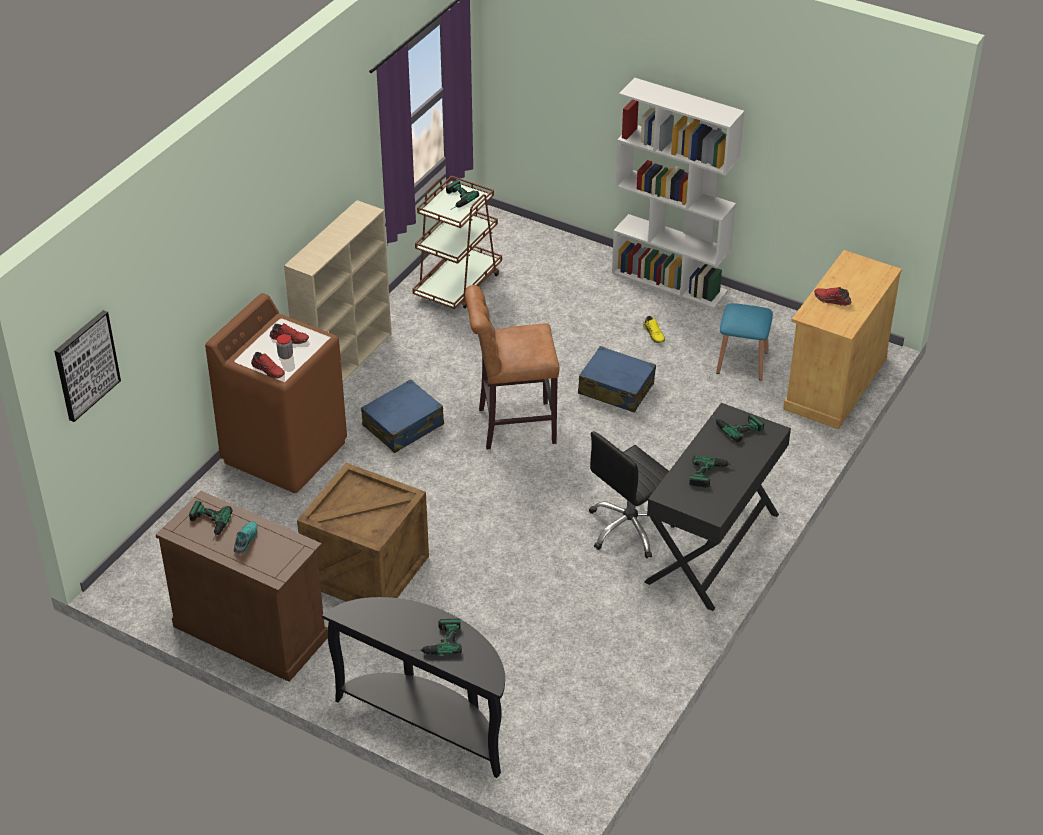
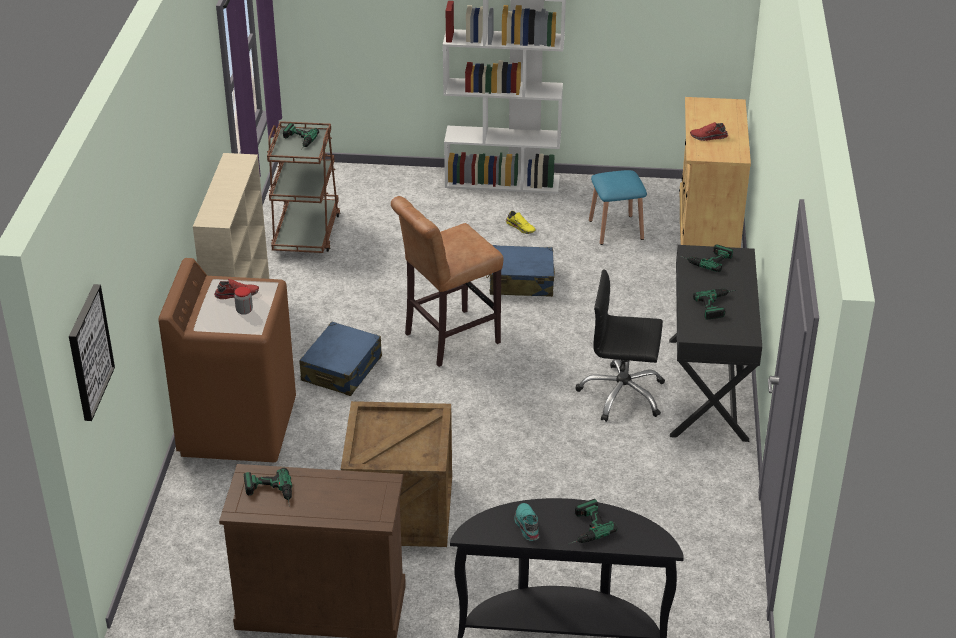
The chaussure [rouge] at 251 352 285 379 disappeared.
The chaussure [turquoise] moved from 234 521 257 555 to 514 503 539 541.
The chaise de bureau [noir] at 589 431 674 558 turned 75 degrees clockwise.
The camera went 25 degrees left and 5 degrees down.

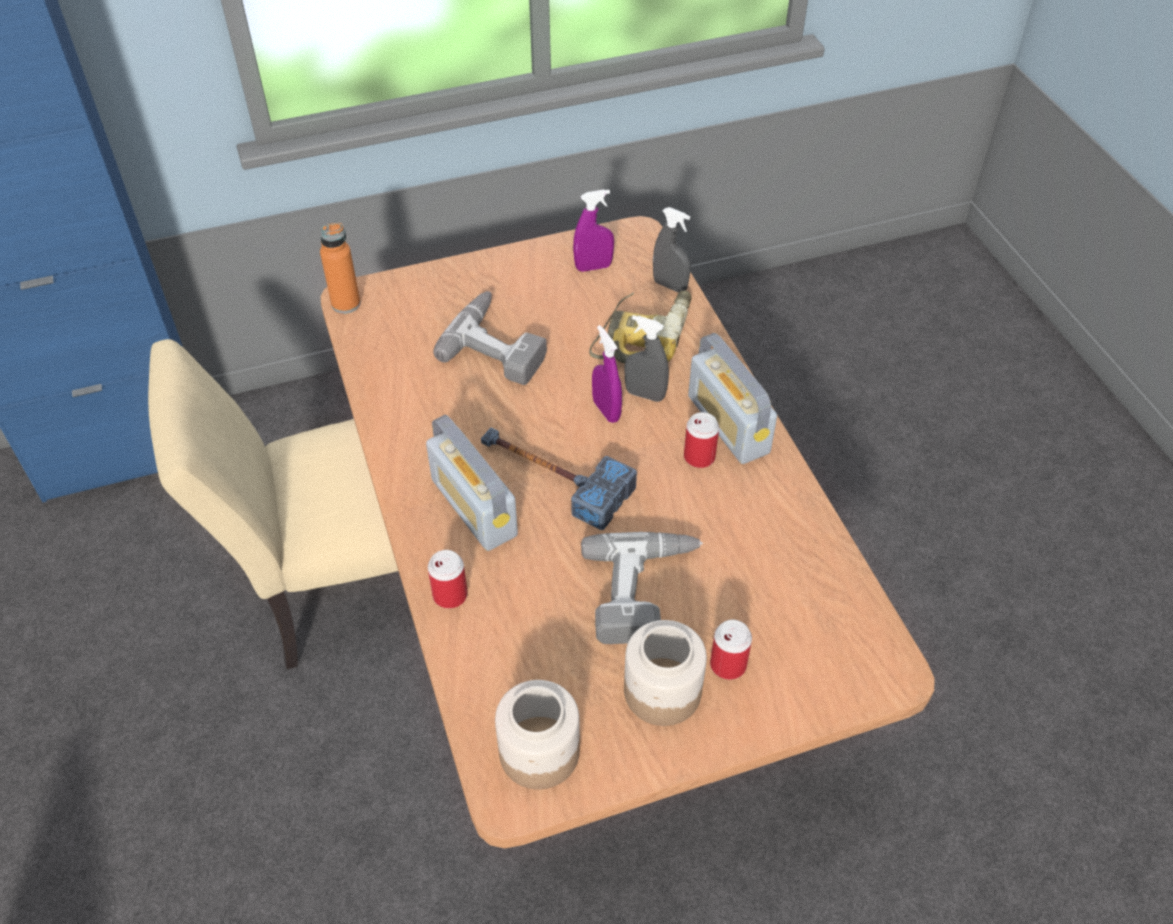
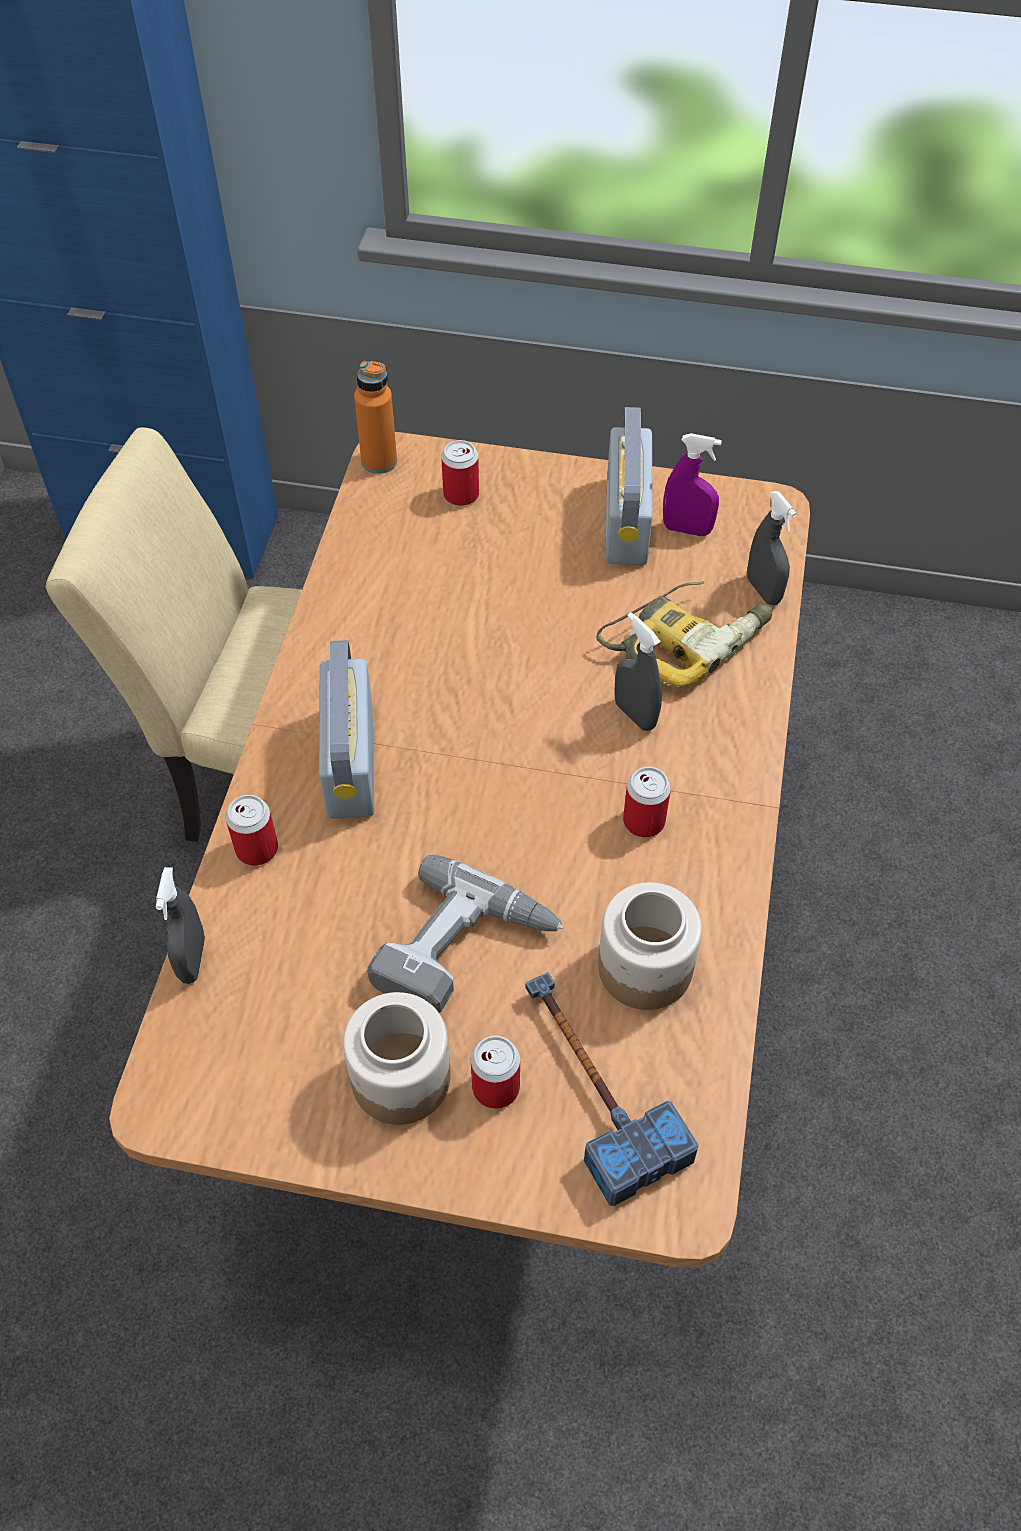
The perceuse at 433 291 547 385 disappeared.
The vaporisateur [violet] at 592 325 622 423 disappeared.
The vaporisateur [gris] at 156 867 205 984 appeared.
The boîte métallique at 441 440 479 506 appeared.
The marteau moved from 481 427 637 530 to 526 972 699 1206.
The bocal moved from 495 680 580 790 to 598 882 702 1010.
The radio moved from 688 333 777 464 to 605 407 653 565.
The camera went 30 degrees right and 5 degrees up.

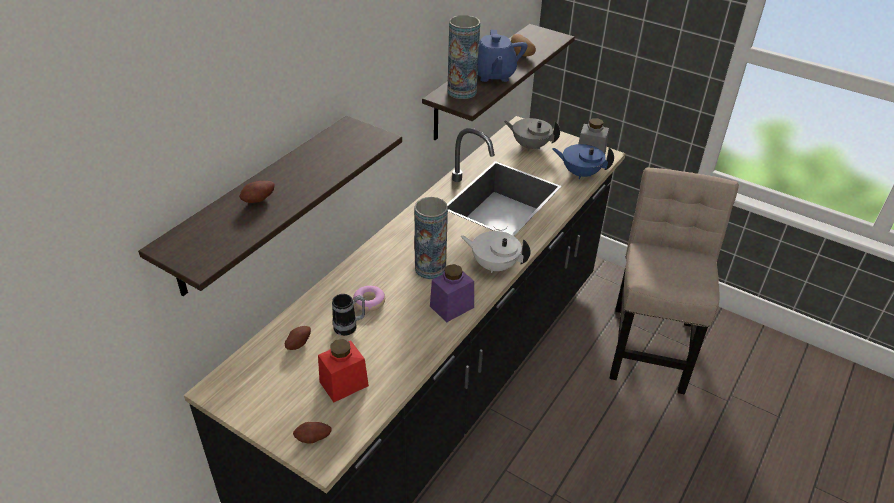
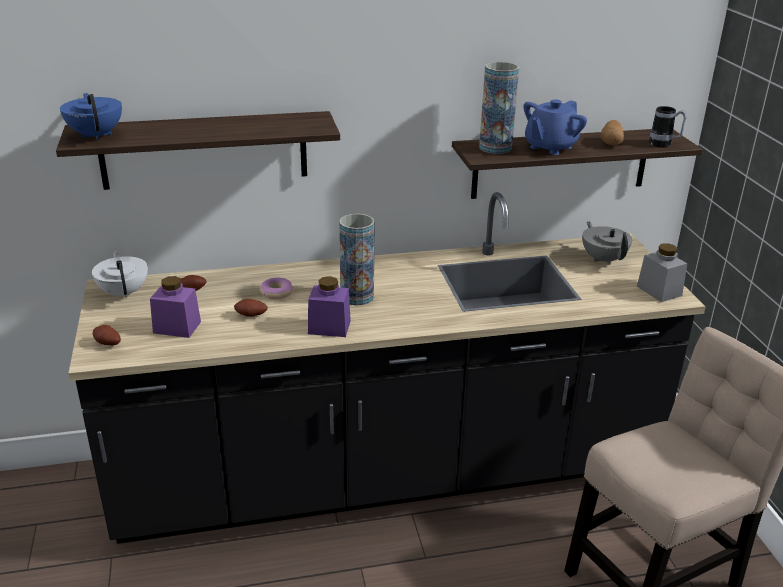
The pomme de terre moved from 239 181 274 203 to 234 299 268 317.
The mug moved from 332 294 365 336 to 649 106 687 148.
The théière [blanc] moved from 461 231 531 273 to 92 251 148 299.
The théière [bleu] moved from 552 144 614 179 to 60 93 122 140.
The bocal [rouge] at 318 339 369 403 became the bocal [violet] at 150 276 201 338.
The camera went 45 degrees right and 10 degrees down.

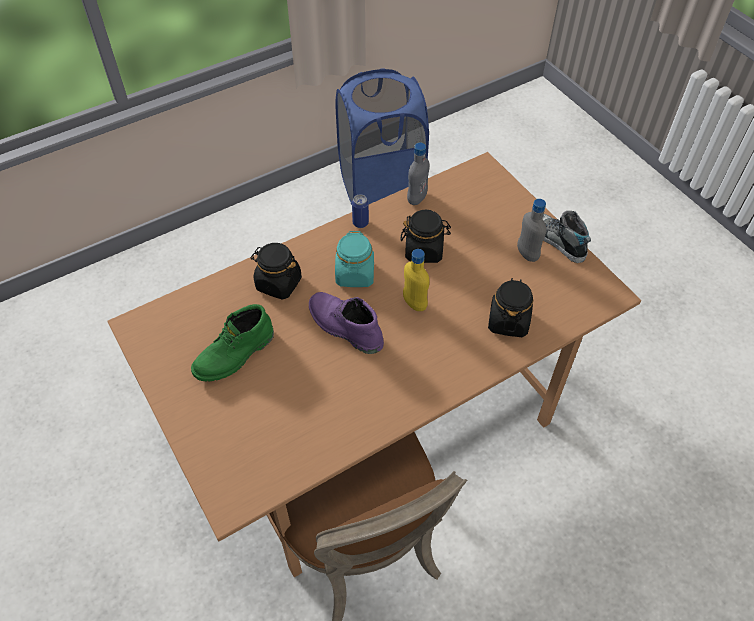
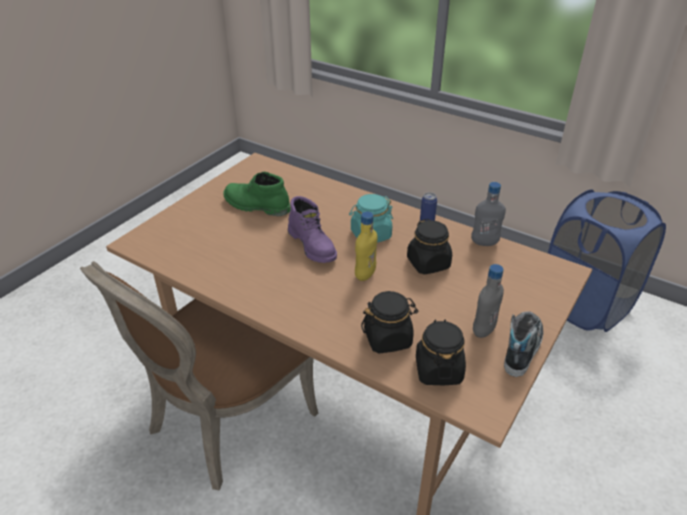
The bocal [noir] moved from 250 243 302 300 to 416 320 466 385.
The botte [violet] at 309 292 384 354 turned 135 degrees clockwise.
The camera went 65 degrees right and 15 degrees down.

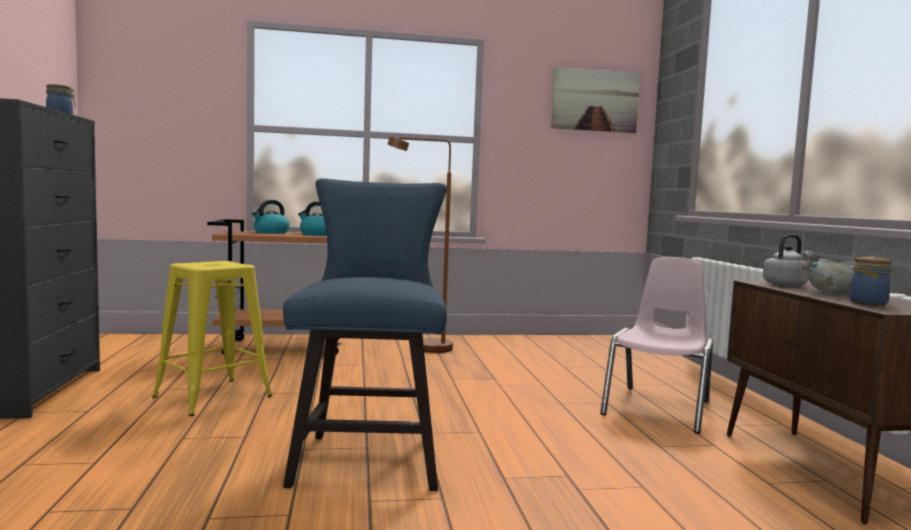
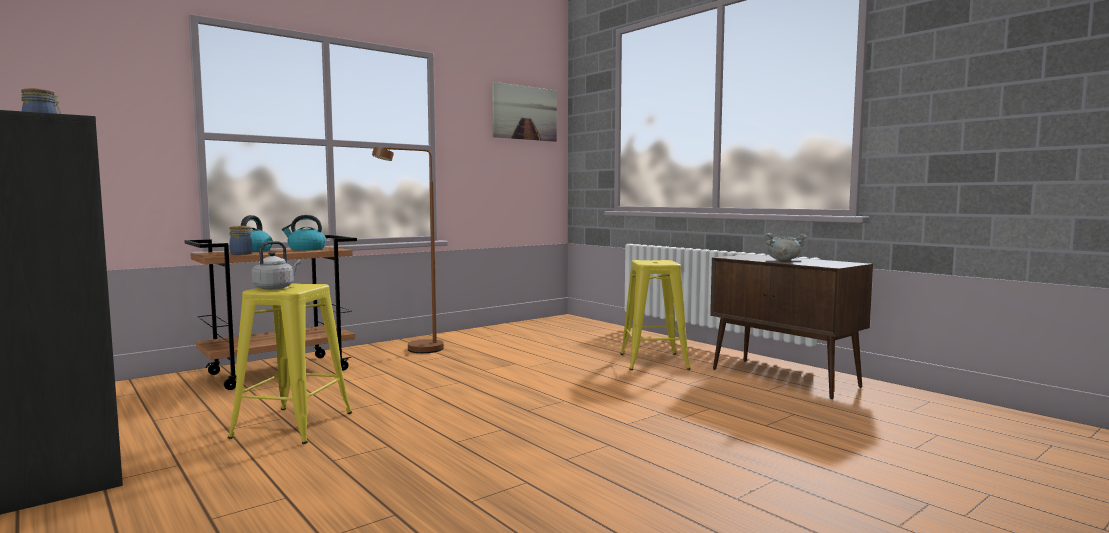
The chaise [bleu] at 283 178 447 491 disappeared.
The bouilloire [gris] moved from 763 234 810 287 to 252 241 301 290.
The bocal moved from 849 257 892 306 to 229 226 252 255.
The chaise [rose] at 600 257 713 434 was replaced by the tabouret [jaune] at 620 260 690 370.
The camera went 30 degrees left and 0 degrees up.

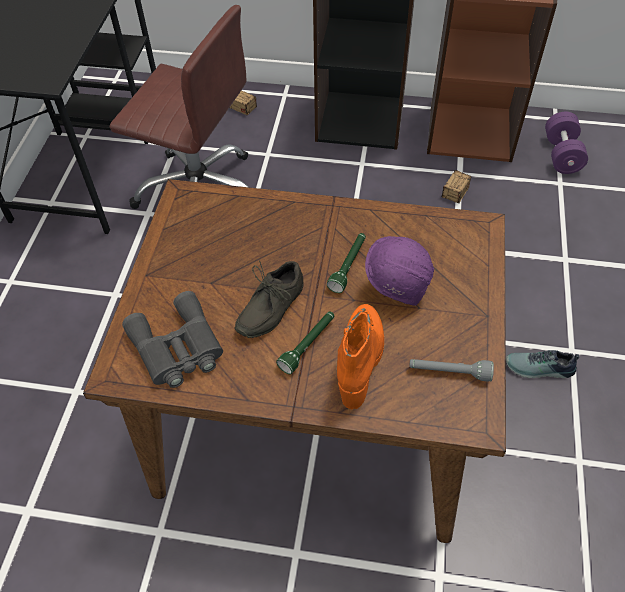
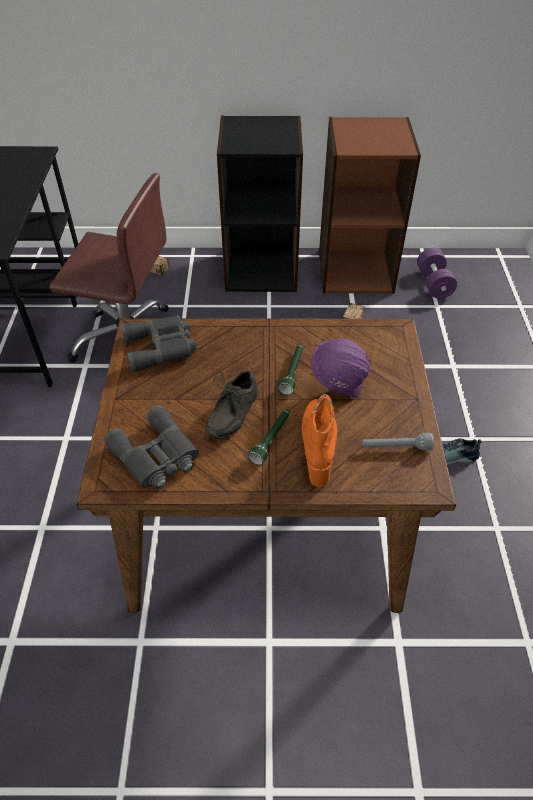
The jumelles [gris] at 120 315 196 372 appeared.
The camera went 10 degrees left and 5 degrees down.

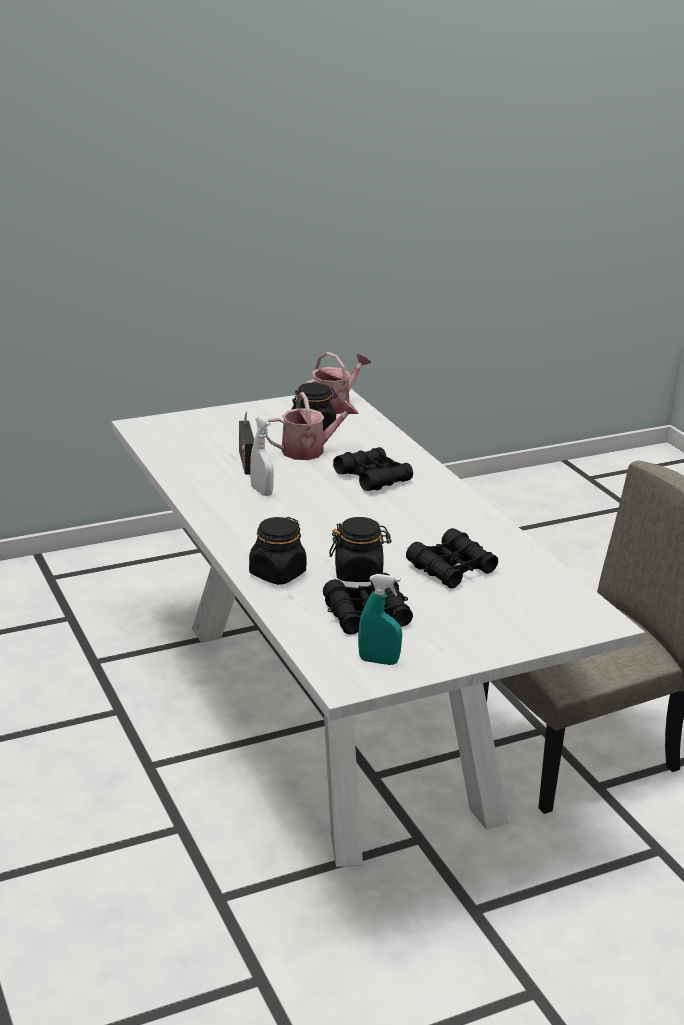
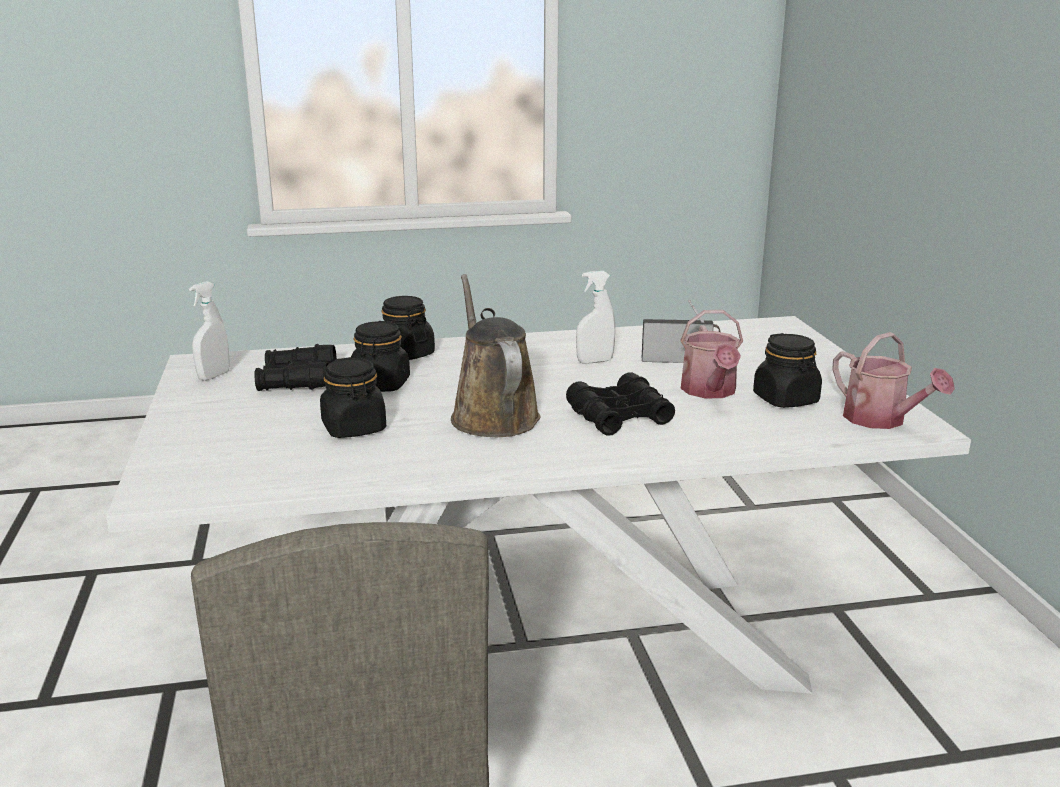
The arrosoir [marron] at 451 274 540 437 appeared.
The jumelles [noir] at 406 528 498 588 was replaced by the bocal [noir] at 320 357 386 438.
The vaporisateur [turquoise] at 358 574 402 665 became the vaporisateur [blanc] at 189 281 230 381.
The camera went 105 degrees right and 5 degrees down.

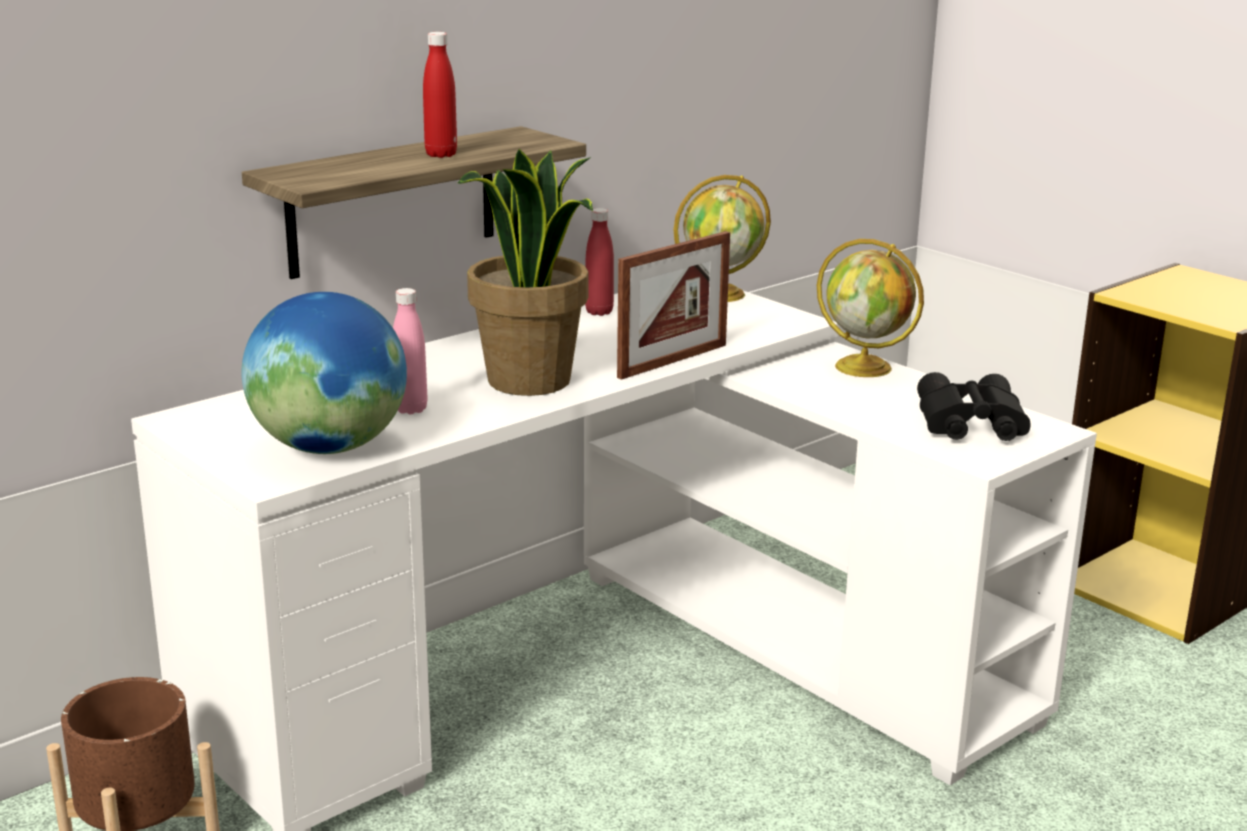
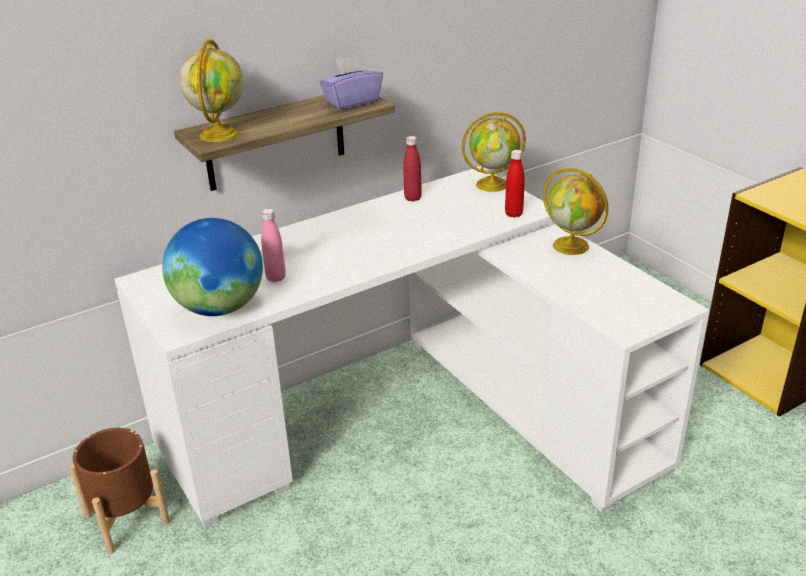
The plante en pot at 458 149 593 396 disappeared.
The cadre photo at 617 231 730 380 disappeared.
The jumelles [noir] at 917 372 1031 441 disappeared.
The globe at 179 38 244 142 appeared.
The boîte à mouchoirs [violet] at 319 55 383 109 appeared.
The bouteille [rouge] moved from 423 32 457 158 to 505 150 525 218.
The camera went 10 degrees right and 10 degrees up.

